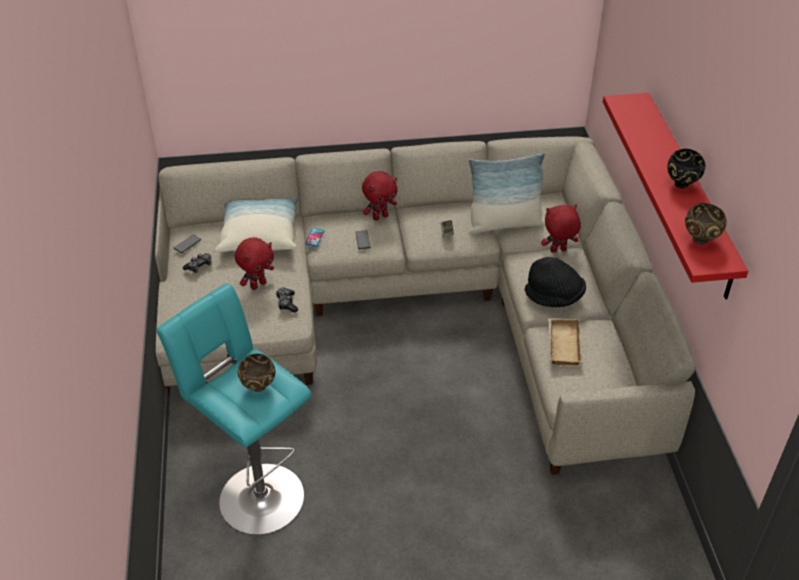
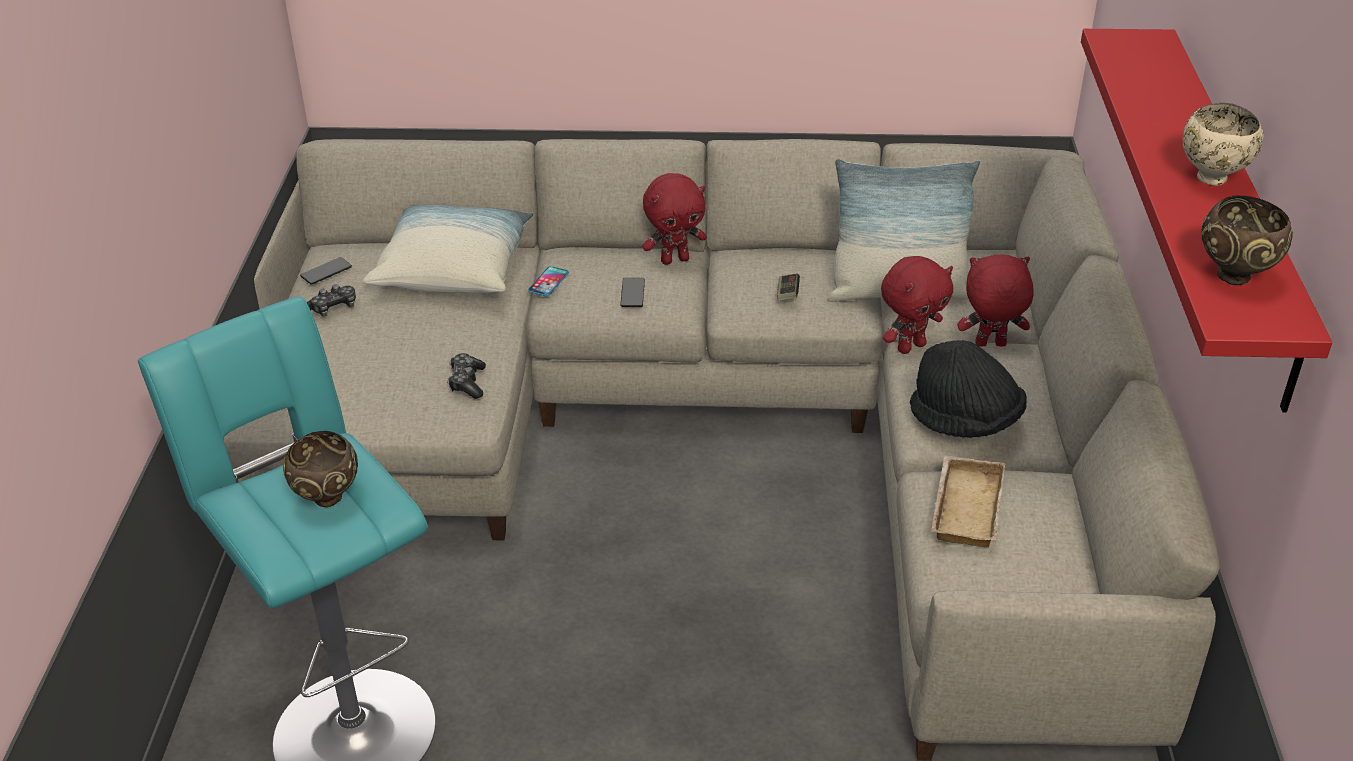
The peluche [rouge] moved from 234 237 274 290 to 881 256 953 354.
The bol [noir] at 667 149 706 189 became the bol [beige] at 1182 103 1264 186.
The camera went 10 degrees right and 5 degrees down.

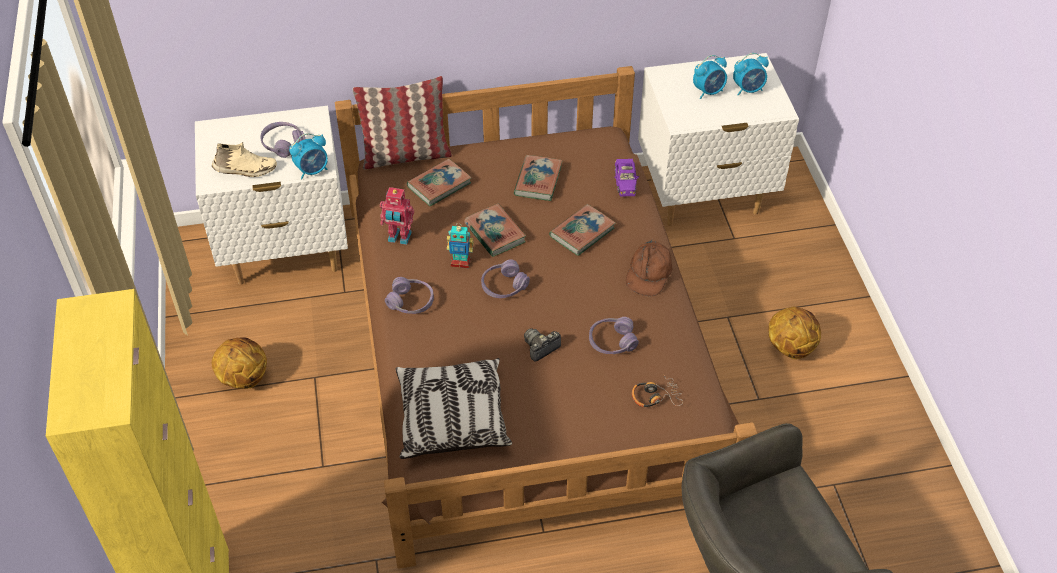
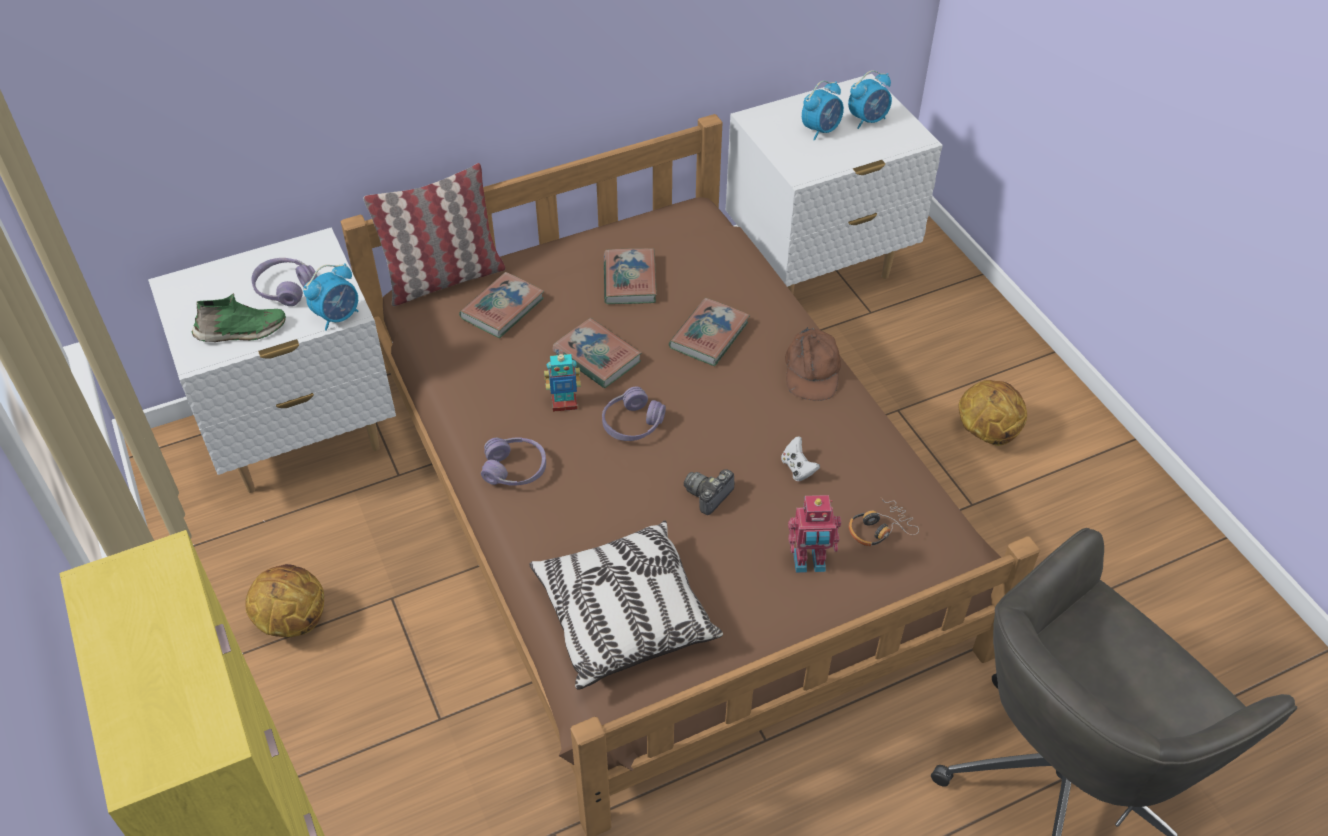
The petite voiture [violet] at 615 159 639 196 disappeared.
The robot jouet moved from 380 187 414 245 to 788 495 841 573.
The casque audio [violet] at 589 317 639 354 was replaced by the manette [blanc] at 781 437 820 482.
The chaussure [beige] at 212 142 277 177 became the chaussure [vert] at 192 293 286 342.
The camera went 15 degrees left and 0 degrees up.

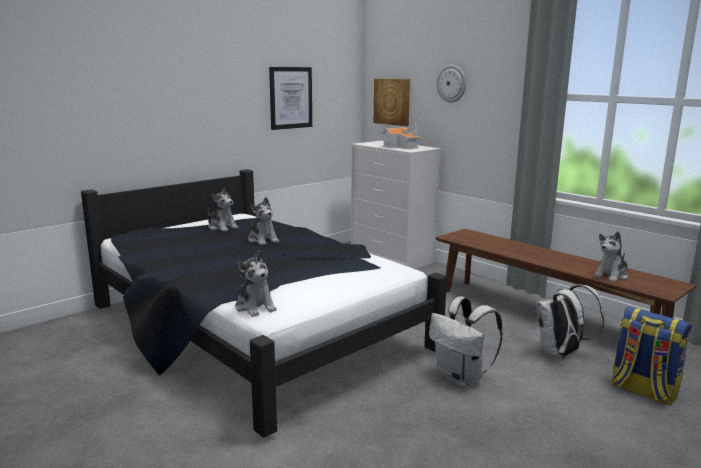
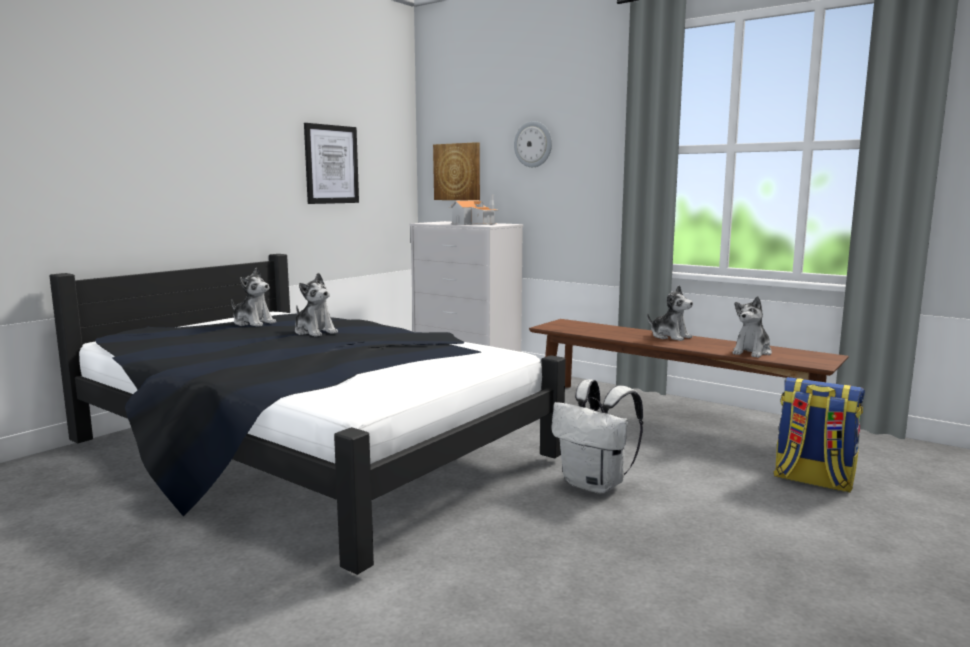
The sac à dos [blanc] at 536 284 604 359 disappeared.
The peluche moved from 235 250 277 317 to 647 285 693 341.
The camera went 10 degrees left and 5 degrees down.

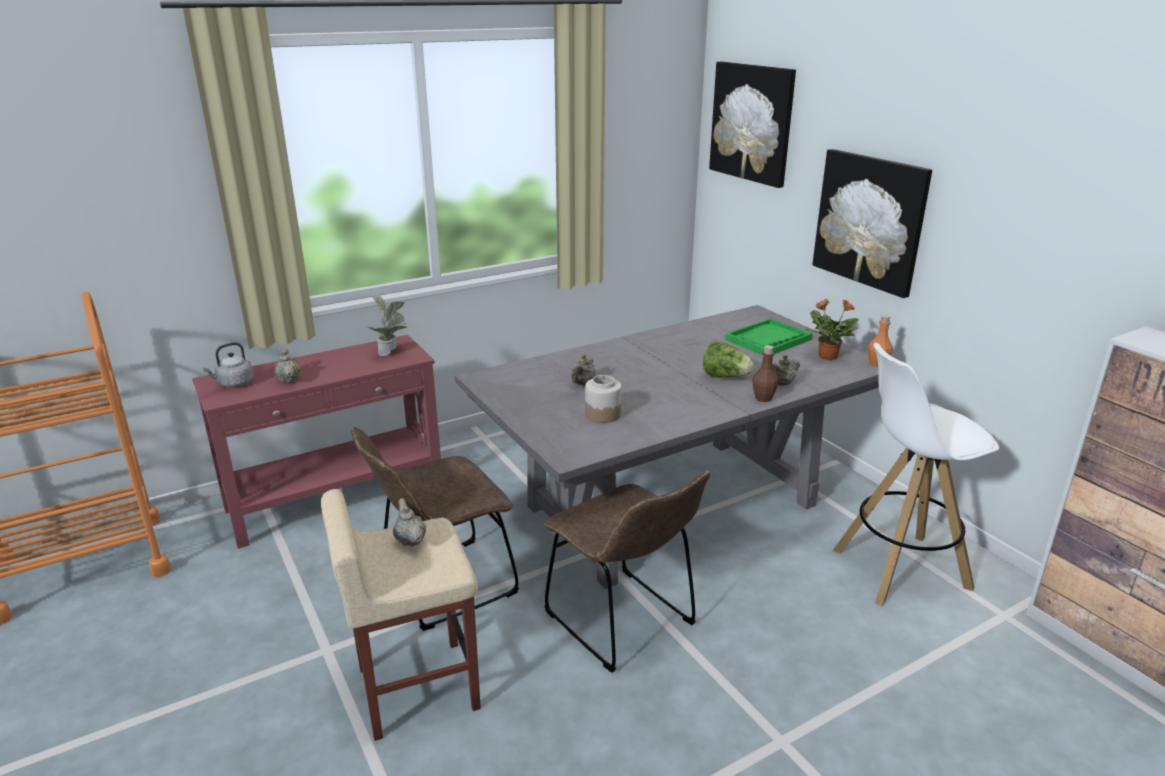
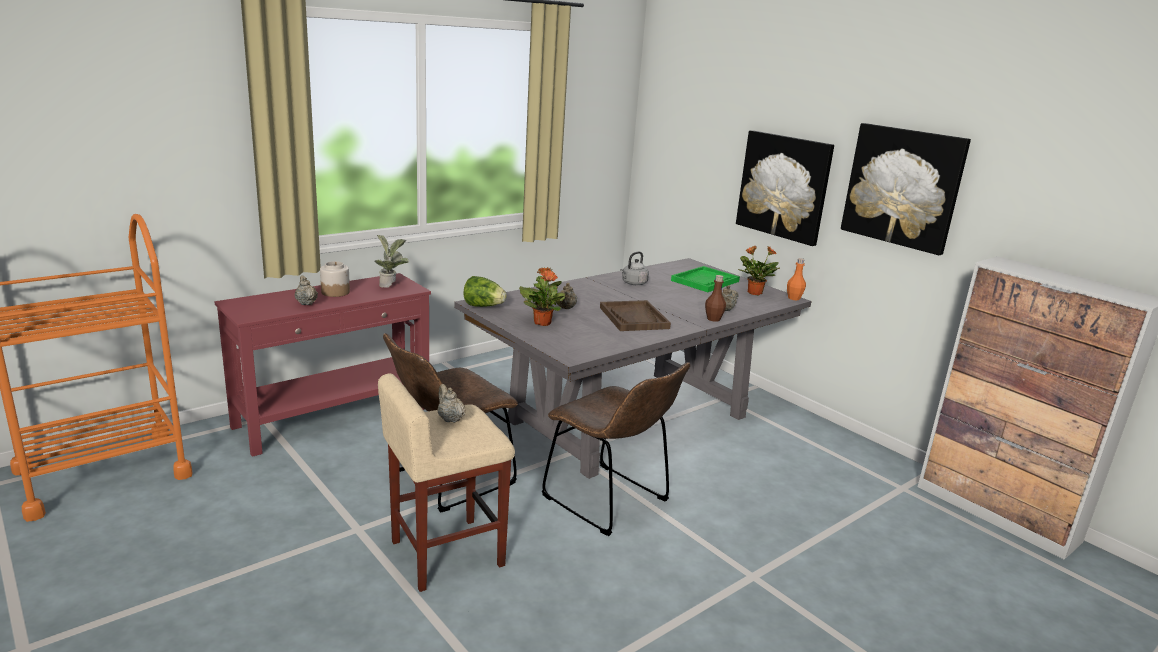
The tabouret [blanc] at 833 343 999 606 disappeared.
The plante en pot at 519 267 565 326 appeared.
The plateau [marron] at 600 300 671 331 appeared.
The bouilloire [gris] moved from 203 342 254 388 to 620 251 649 285.
The bocal moved from 585 375 622 423 to 320 261 350 297.
The laitue moved from 703 342 754 378 to 463 276 507 307.
The tableau moved from 709 62 796 188 to 841 123 971 255.
The camera went 10 degrees left and 5 degrees down.

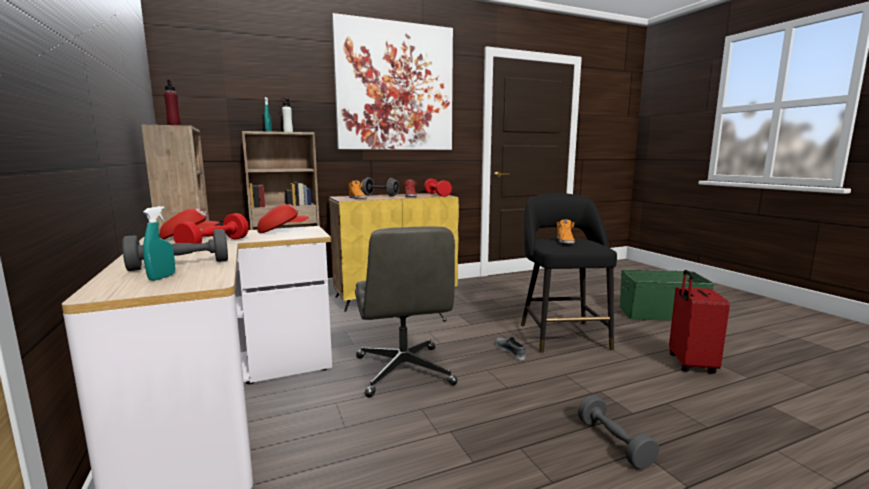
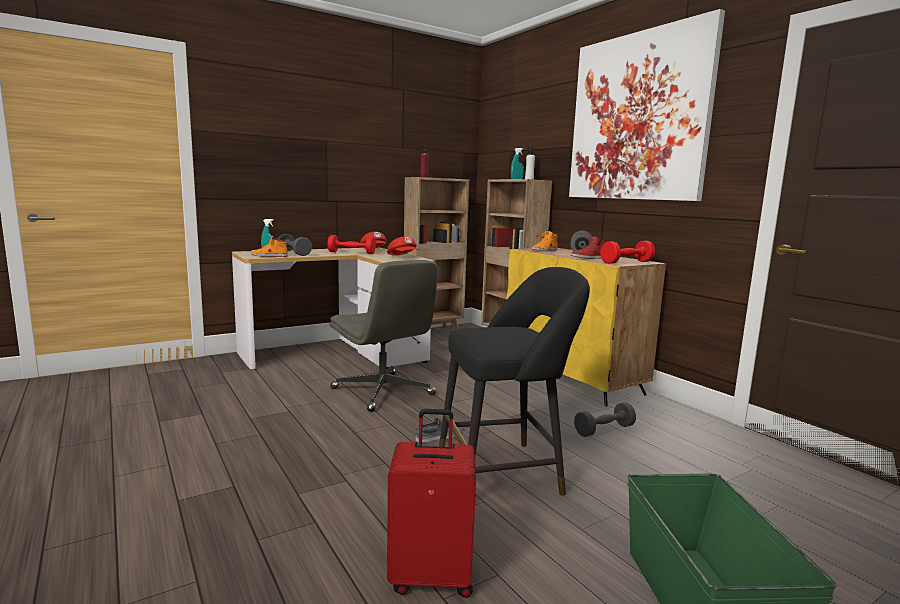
The chaussure [orange] moved from 557 219 575 244 to 250 236 288 257.
The haltère [gris] moved from 578 395 659 469 to 574 402 636 437.
The chaise de bureau [gris] at 355 226 458 397 turned 105 degrees counterclockwise.
The camera went 80 degrees right and 0 degrees up.

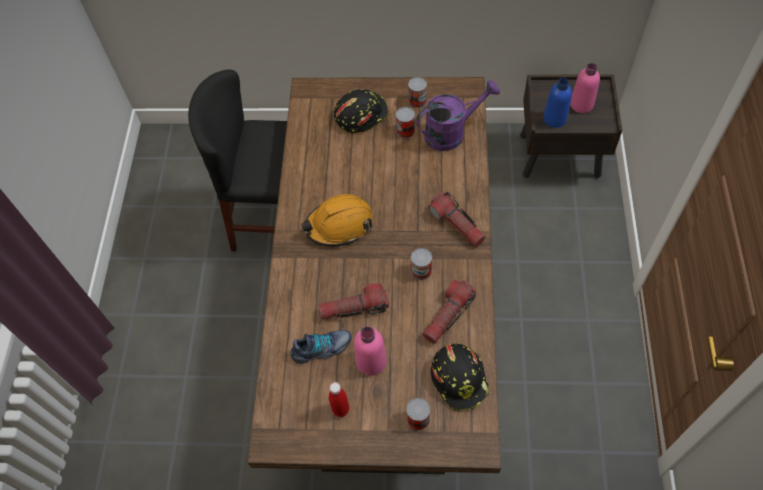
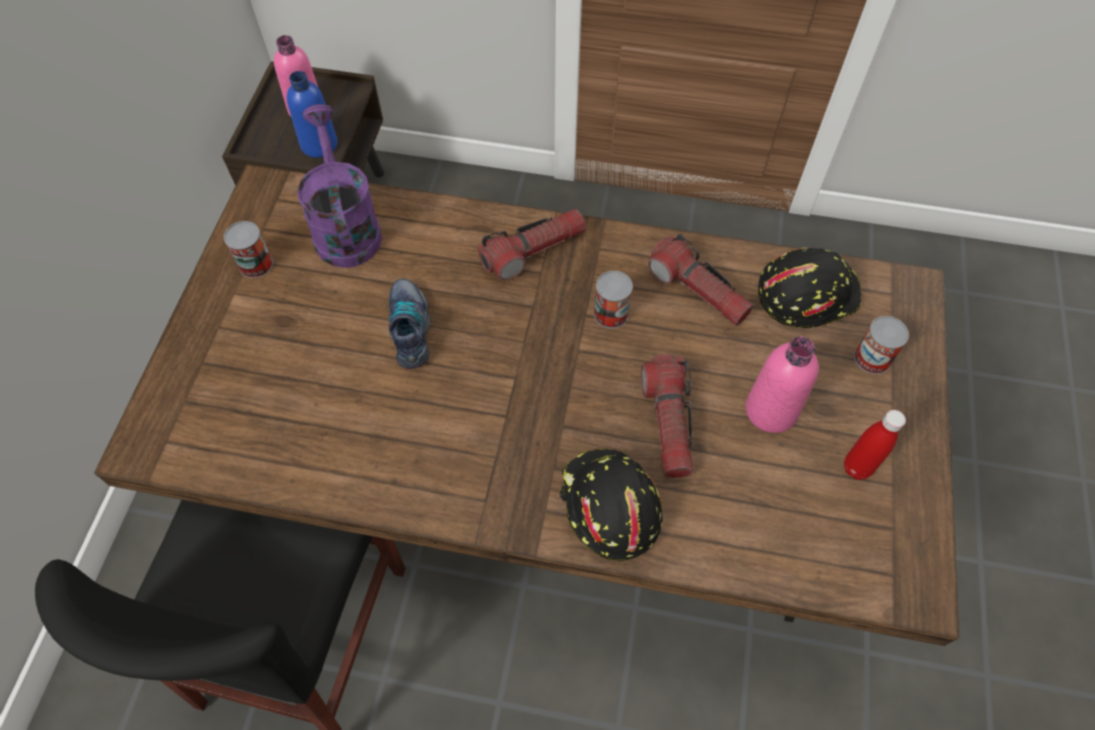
The casque de chantier [orange] at 301 194 373 246 disappeared.
The boîte métallique at 396 107 415 138 disappeared.
The chaussure moved from 290 330 351 364 to 388 279 431 369.
The casque de chantier [noir] moved from 334 89 389 133 to 559 449 662 561.
The camera went 85 degrees left and 0 degrees up.

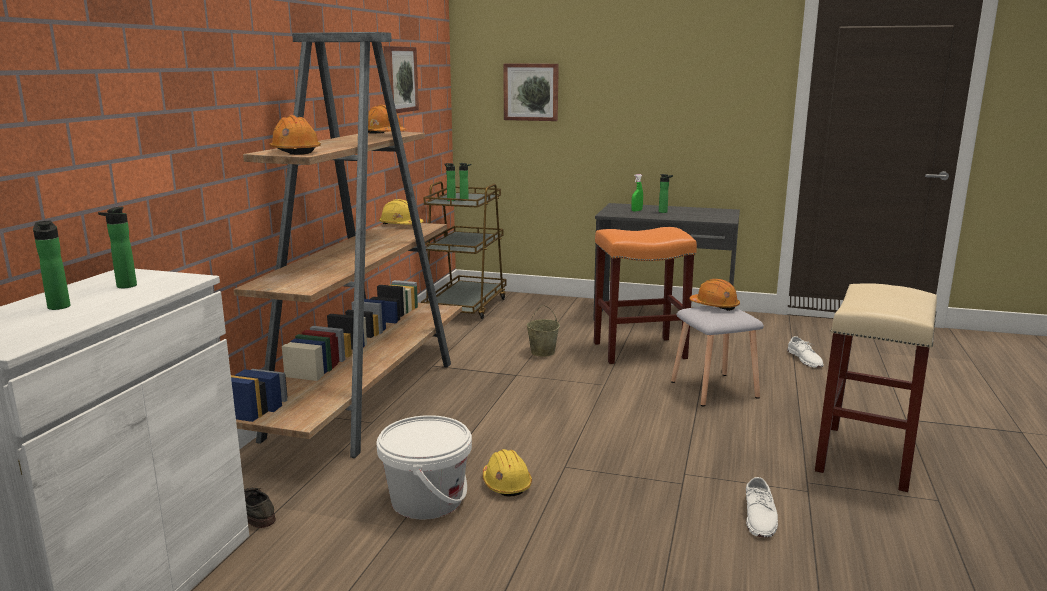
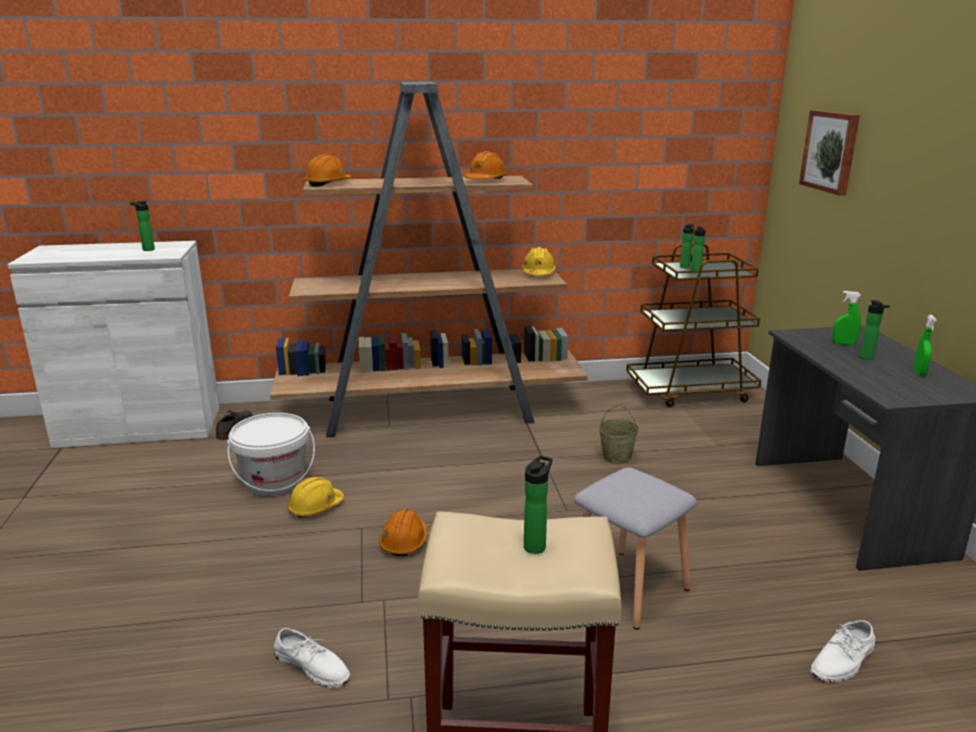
The tableau at 384 46 419 113 disappeared.
The tabouret [orange] at 594 227 697 364 disappeared.
The vaporisateur [vert] at 913 315 937 376 appeared.
The bouteille moved from 33 220 70 310 to 524 455 552 554.
The casque de chantier [orange] moved from 689 279 740 311 to 379 509 427 556.
The chaussure [blanc] at 746 477 778 538 turned 135 degrees counterclockwise.
The camera went 65 degrees right and 5 degrees up.

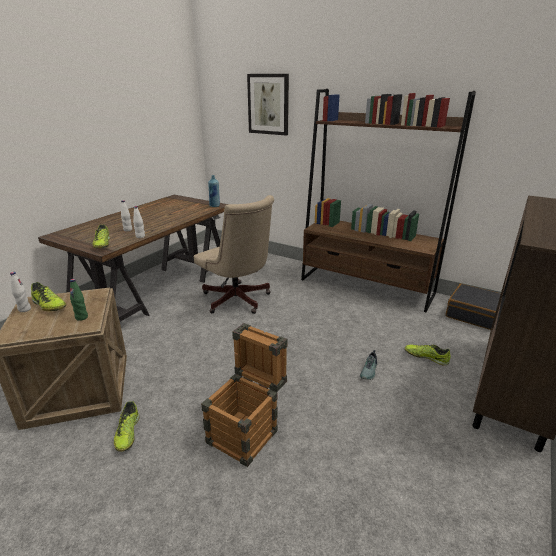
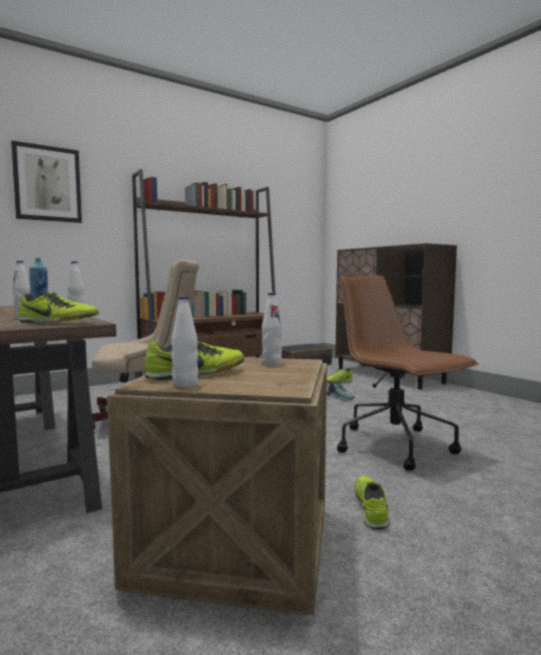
The caisse at 201 323 287 467 was replaced by the chaise de bureau [marron] at 337 275 479 471.
The bouteille [vert] at 70 279 88 321 became the bouteille [blanc] at 262 293 282 365.
The chaussure at 114 401 139 452 turned 105 degrees counterclockwise.
The camera went 65 degrees left and 20 degrees down.

